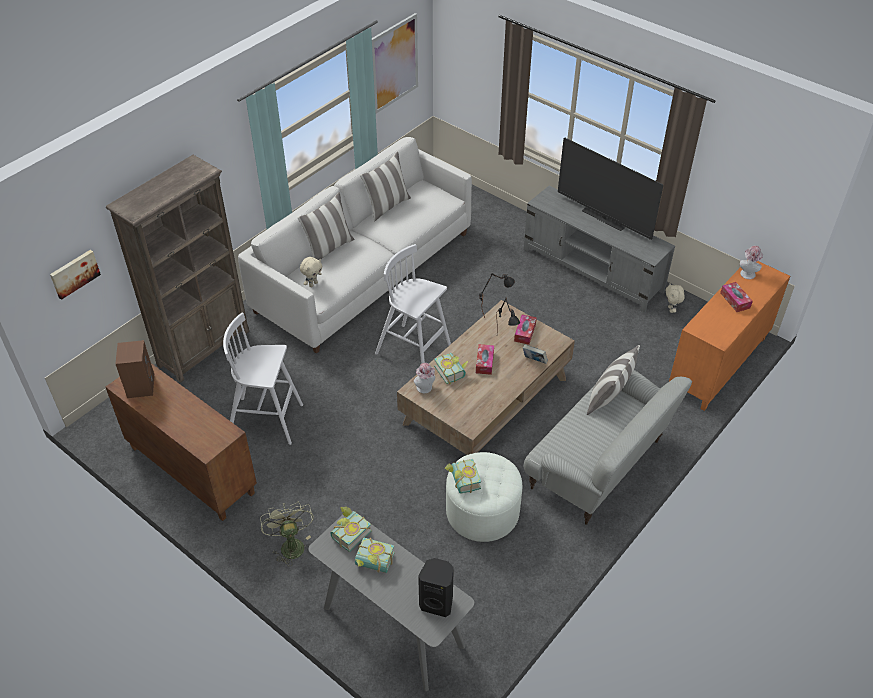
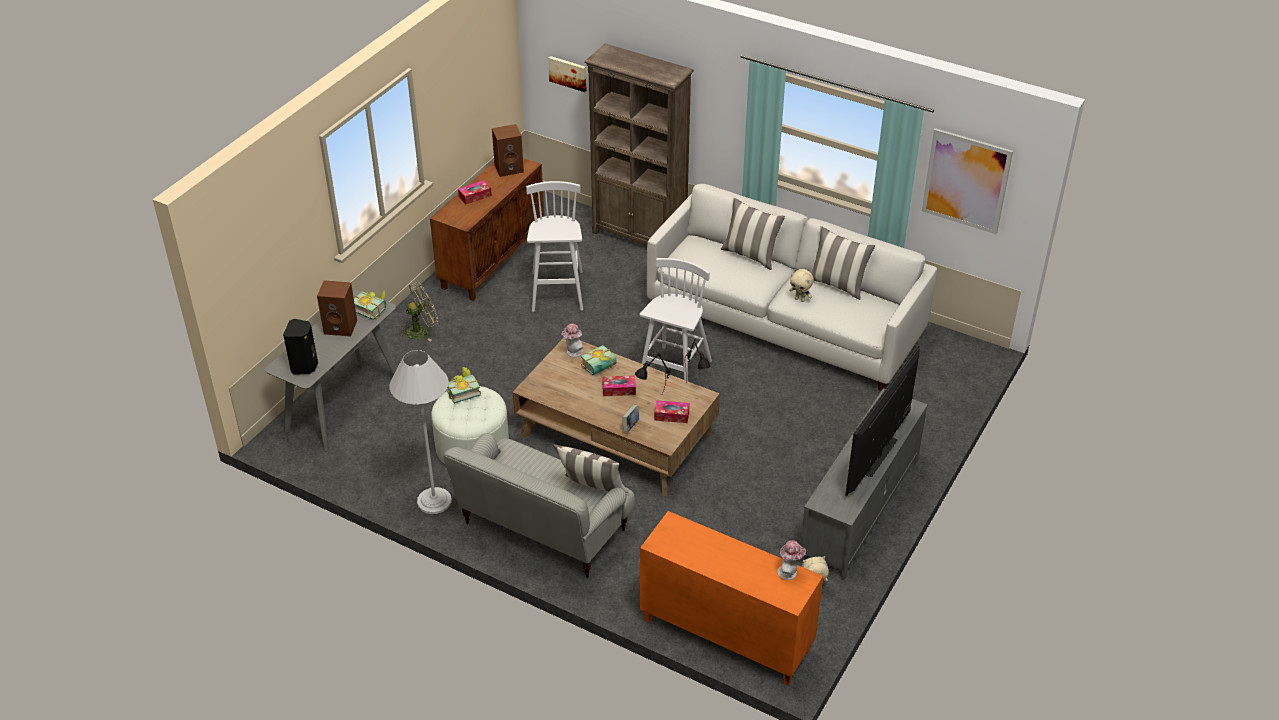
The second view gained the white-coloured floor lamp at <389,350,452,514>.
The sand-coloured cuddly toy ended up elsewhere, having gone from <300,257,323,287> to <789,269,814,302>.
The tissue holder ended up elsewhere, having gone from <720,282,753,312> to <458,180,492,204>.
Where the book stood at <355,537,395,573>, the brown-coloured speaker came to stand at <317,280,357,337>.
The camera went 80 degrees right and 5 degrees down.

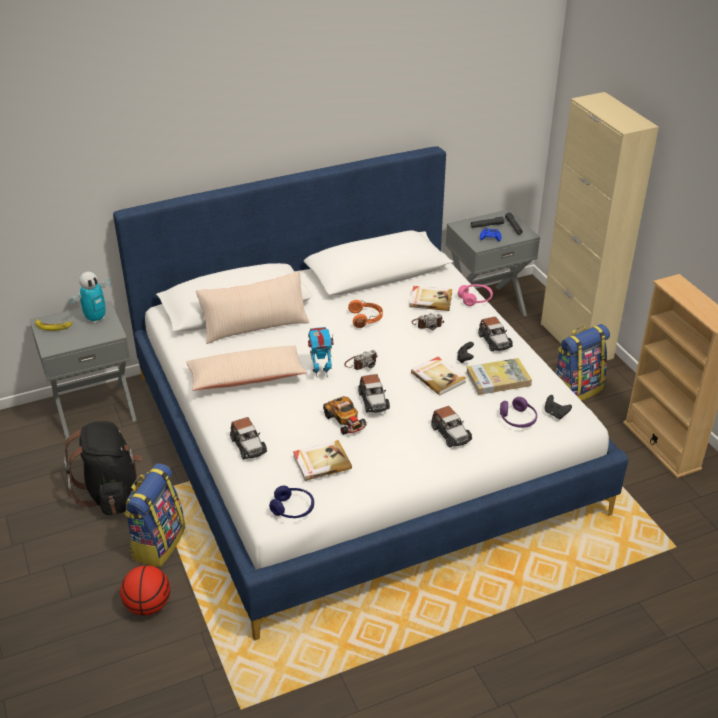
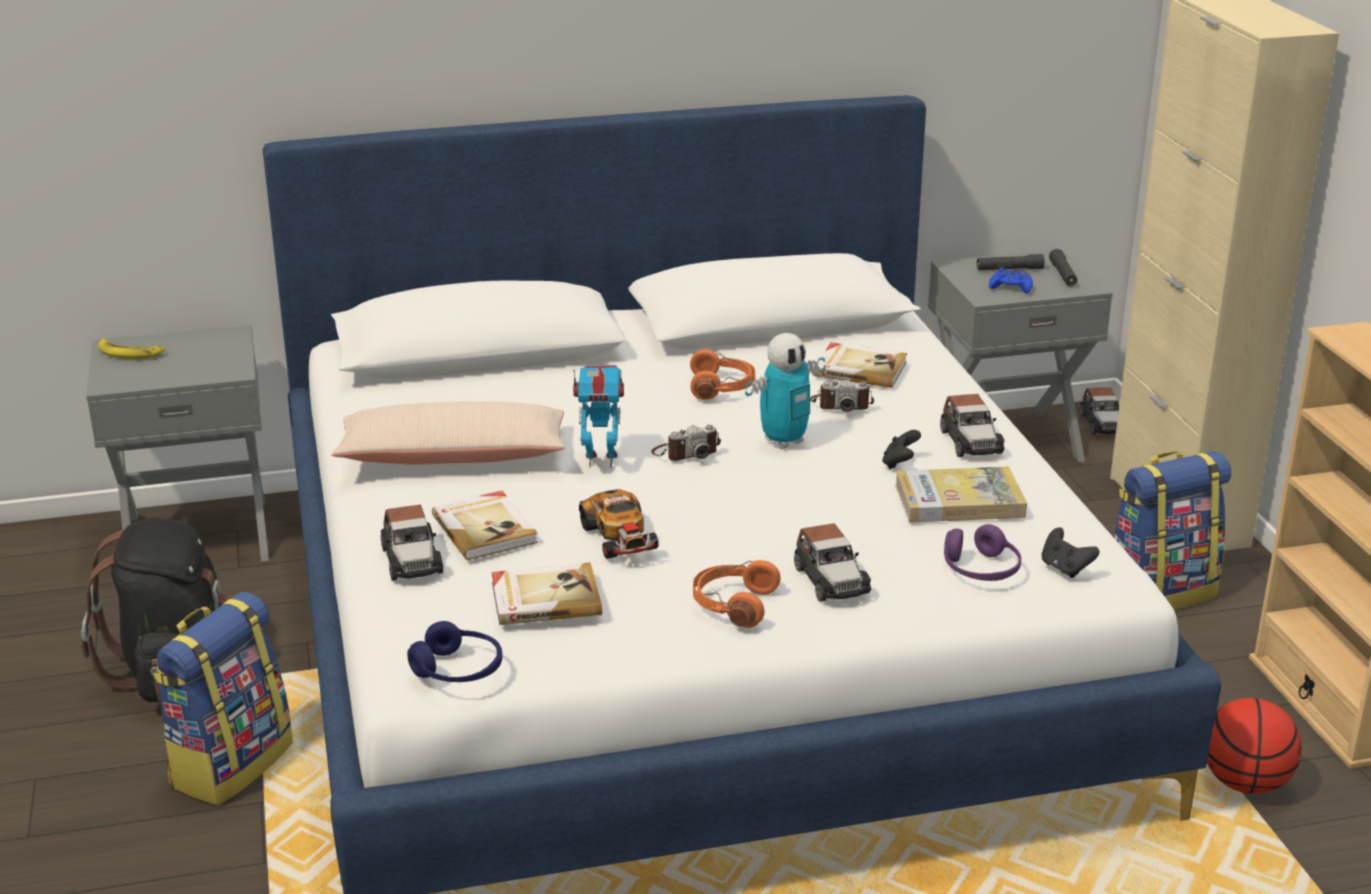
The second view lost the sand-coloured cushion at <196,271,309,344>.
The second view lost the pinkish pair of headphones at <458,284,493,306>.
The second view gained the orange pair of headphones at <693,560,780,628>.
The model robot ended up elsewhere, having gone from <70,272,111,324> to <745,333,826,449>.
The ball for basketball ended up elsewhere, having gone from <120,565,170,616> to <1207,698,1302,794>.
The miniature car ended up elsewhere, having gone from <358,374,390,413> to <1080,387,1119,435>.
The book ended up elsewhere, having gone from <411,357,466,396> to <432,491,538,560>.
The camera went 10 degrees right and 10 degrees down.

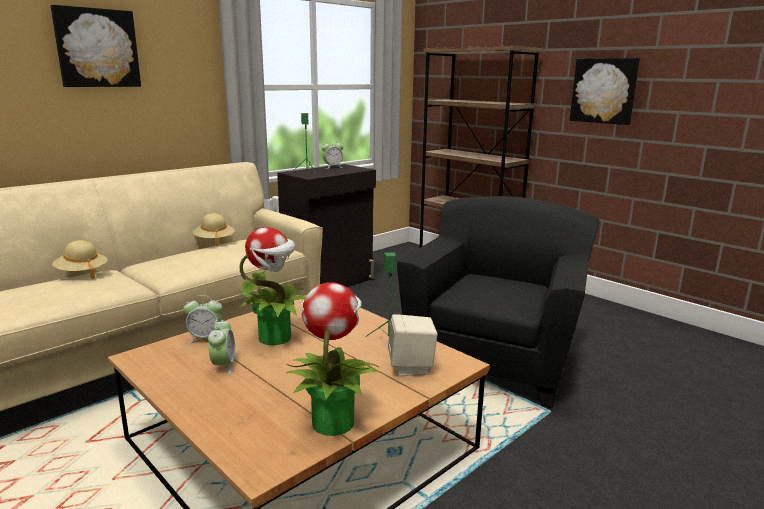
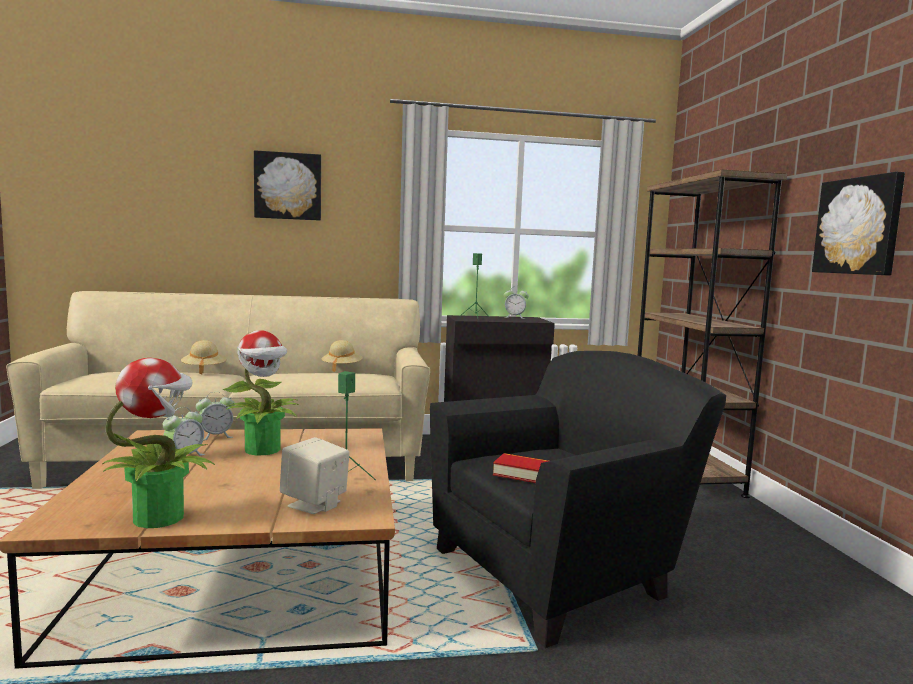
The second view gained the book at <493,453,548,483>.
The alarm clock at <183,295,222,343> ended up facing another way, 60 degrees counterclockwise from before.
The camera went 35 degrees right and 10 degrees down.

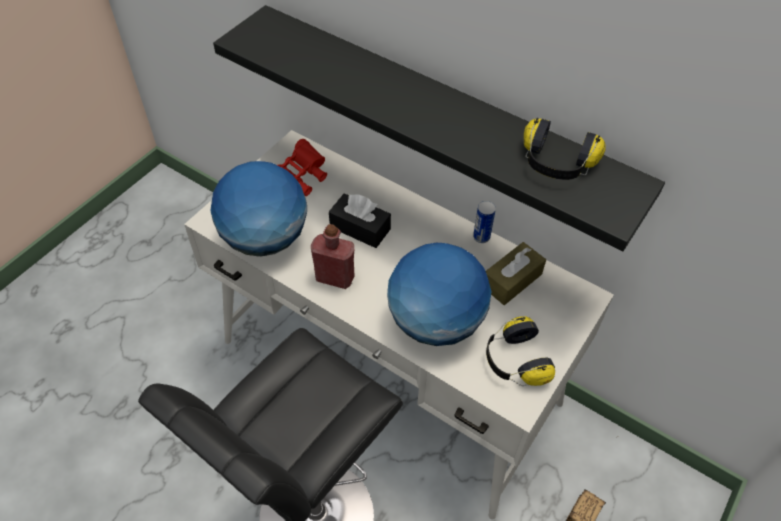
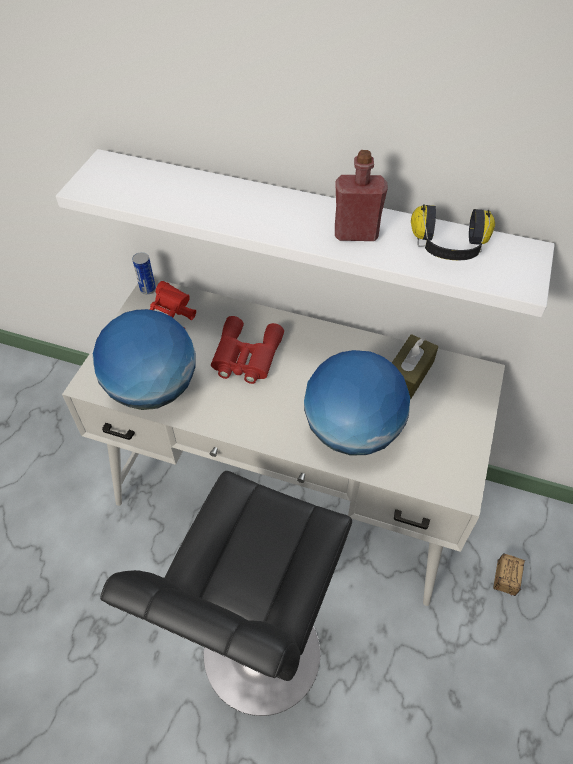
The second view lost the pair of headphones at <486,316,555,386>.
The reddish beverage bottle ended up elsewhere, having gone from <311,224,355,289> to <335,150,388,241>.
The sealed can ended up elsewhere, having gone from <473,201,496,243> to <132,252,156,295>.
Where the blackish tissue holder stood at <329,193,391,248>, the reddish pair of binoculars came to stand at <211,316,284,384>.
What was the blackish shelf at <213,5,665,251> turned into the white-coloured shelf at <56,149,555,317>.
The camera went 15 degrees left and 0 degrees up.

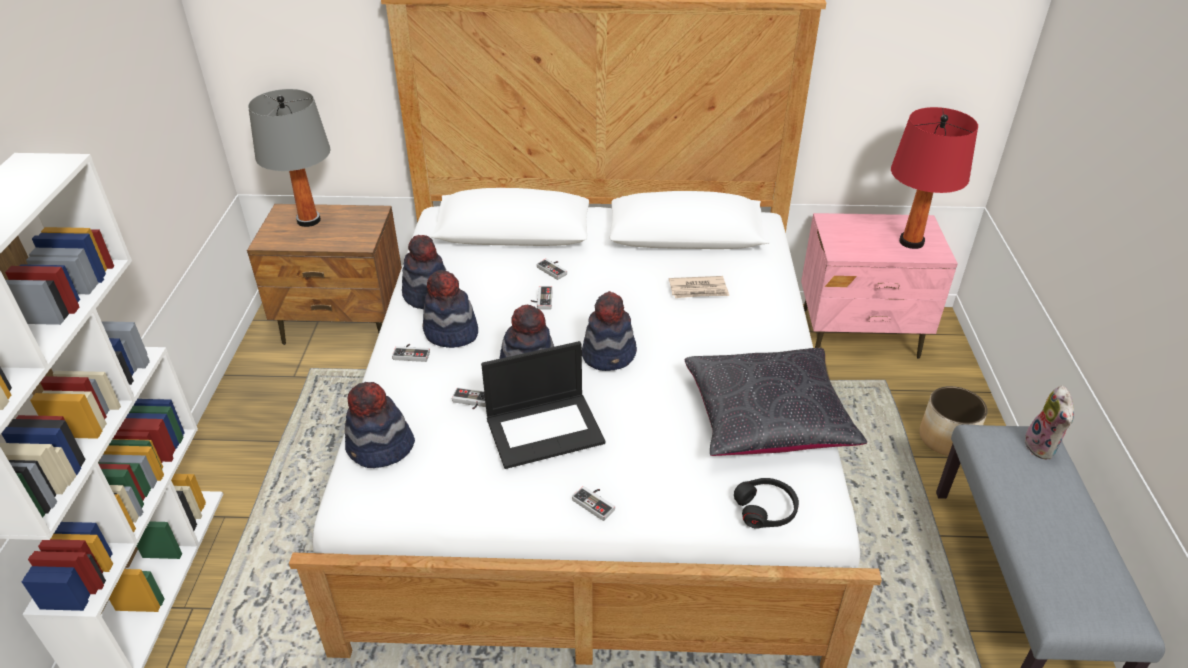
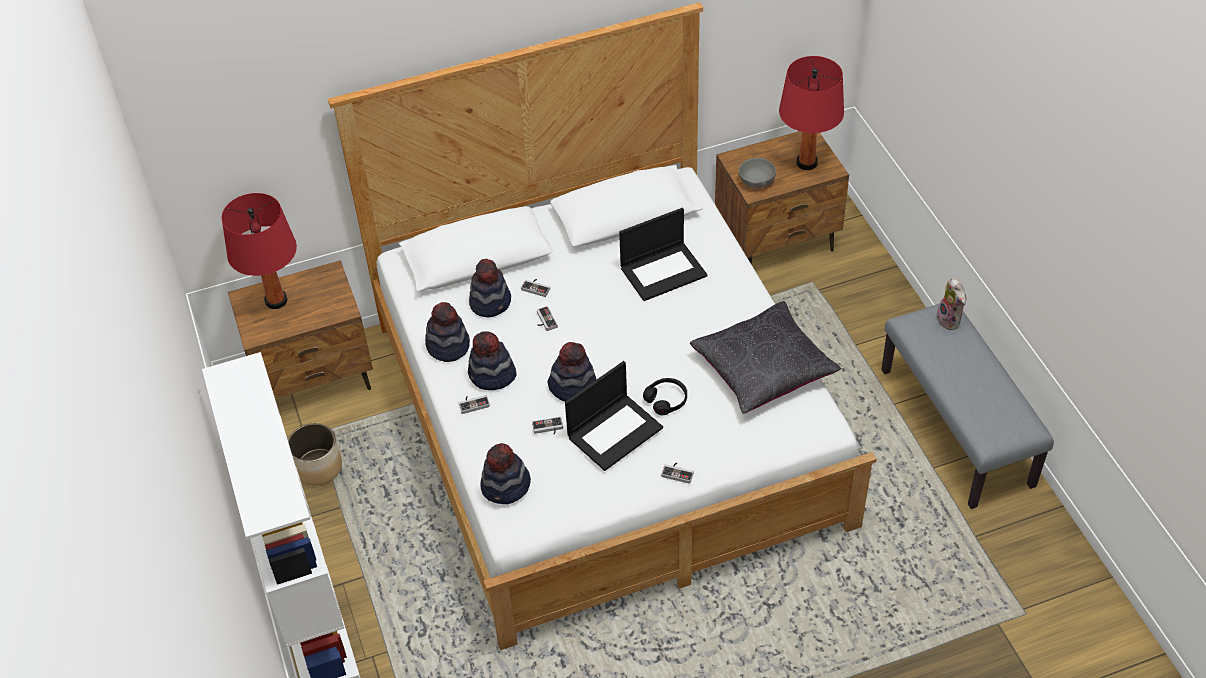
The second view gained the greyish deep dish at <739,158,776,188>.
The hat ended up elsewhere, having gone from <582,291,637,371> to <469,259,511,317>.
The blackish pair of headphones ended up elsewhere, having gone from <734,478,799,529> to <643,378,687,415>.
The plant pot ended up elsewhere, having gone from <919,386,988,456> to <288,423,342,486>.
Where the daily paper stood at <669,276,729,298>, the notebook computer came to stand at <619,208,707,301>.
What was the greyish table lamp at <248,89,331,227> turned into the reddish table lamp at <221,193,297,309>.
What was the pinkish night table at <801,213,958,359> turned into the brown-coloured night table at <715,131,849,264>.
The camera went 20 degrees left and 10 degrees up.

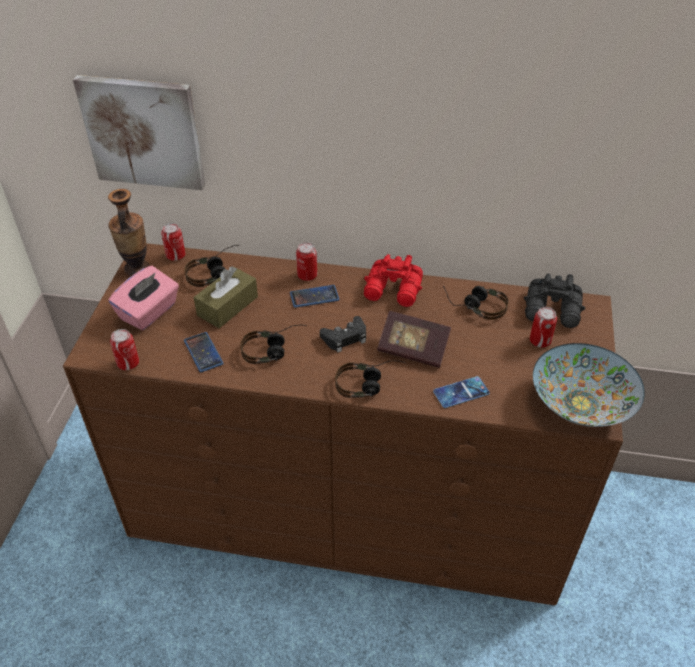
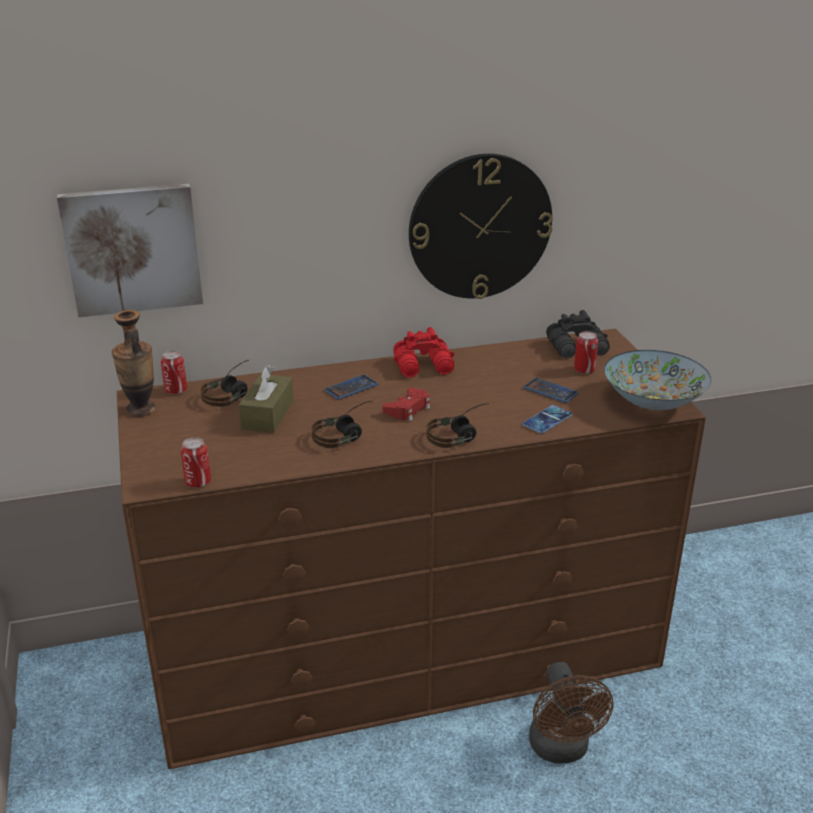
The second view lost the pinkish tissue holder at <108,266,179,330>.
The second view lost the sealed can at <296,242,317,281>.
The second view lost the book at <377,311,451,368>.
The second view lost the pair of headphones at <443,286,509,320>.
The second view gained the wall clock at <409,154,553,299>.
The second view gained the brown-coloured cooling fan at <529,662,613,763>.
The handset ended up elsewhere, having gone from <184,332,224,372> to <523,377,579,403>.
What was the blackish game controller at <320,316,366,352> turned into the reddish game controller at <382,387,430,421>.
The camera went 25 degrees left and 15 degrees down.

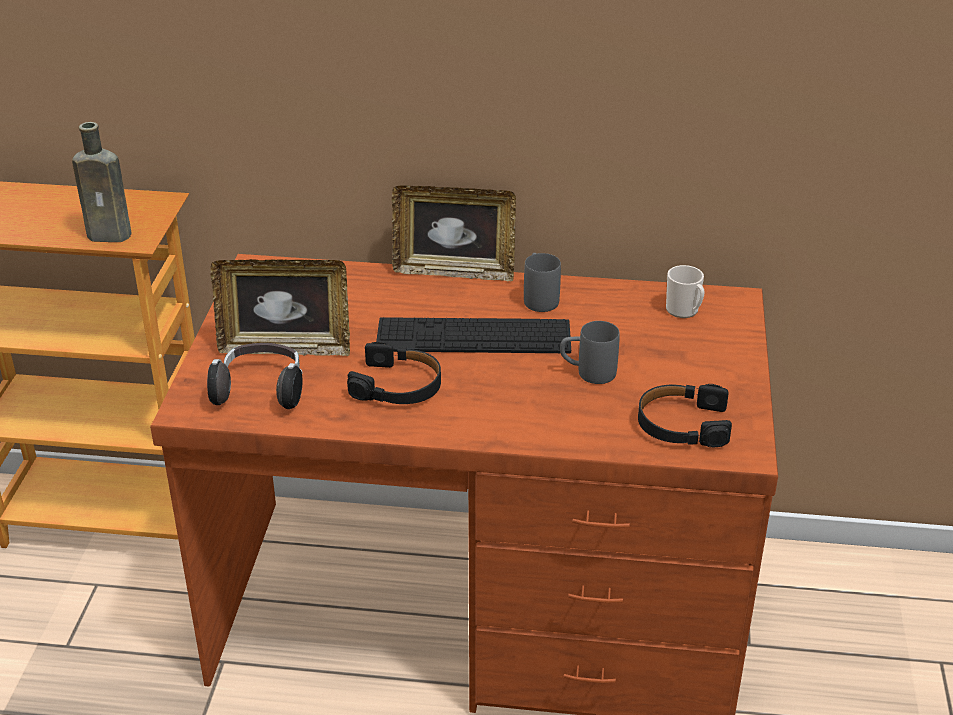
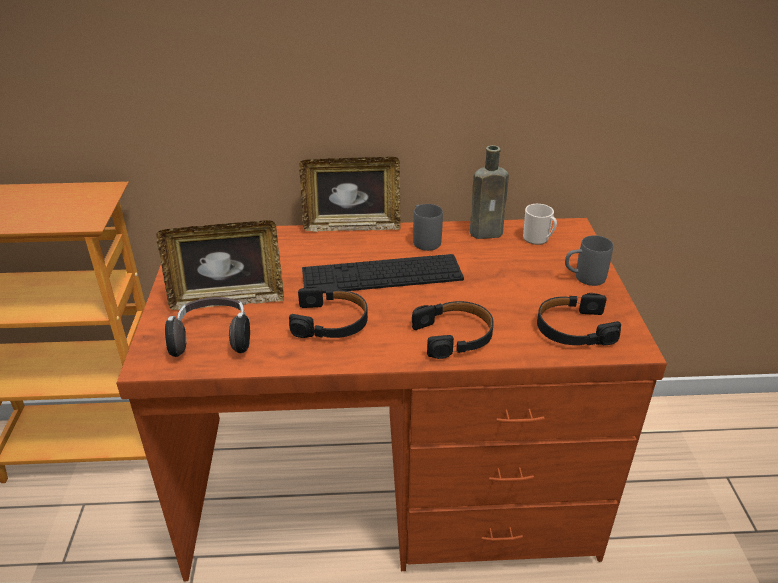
The second view gained the blackish pair of headphones at <412,301,494,359>.
The brown-coloured beverage bottle ended up elsewhere, having gone from <72,122,131,242> to <470,145,509,239>.
The greyish coffee mug ended up elsewhere, having gone from <560,321,620,384> to <565,235,613,286>.
The camera went 10 degrees left and 0 degrees up.

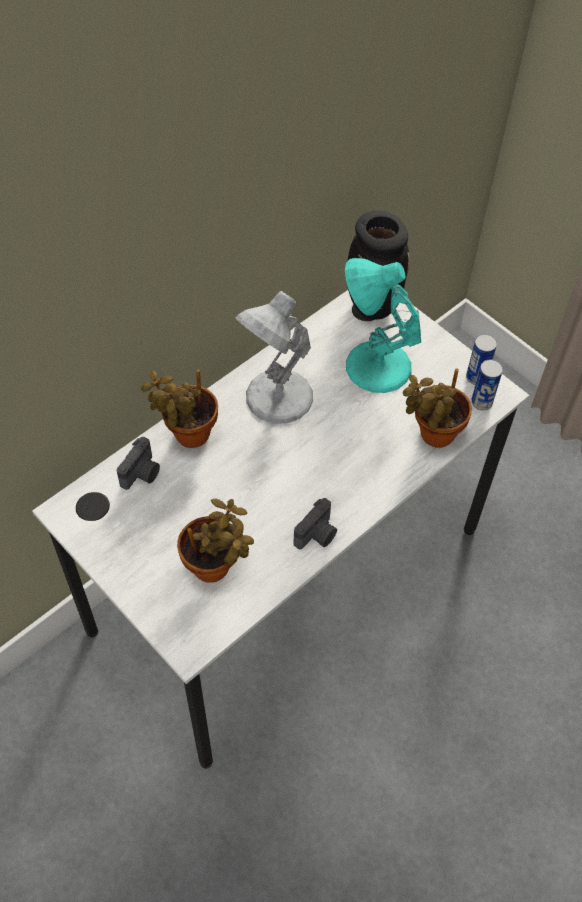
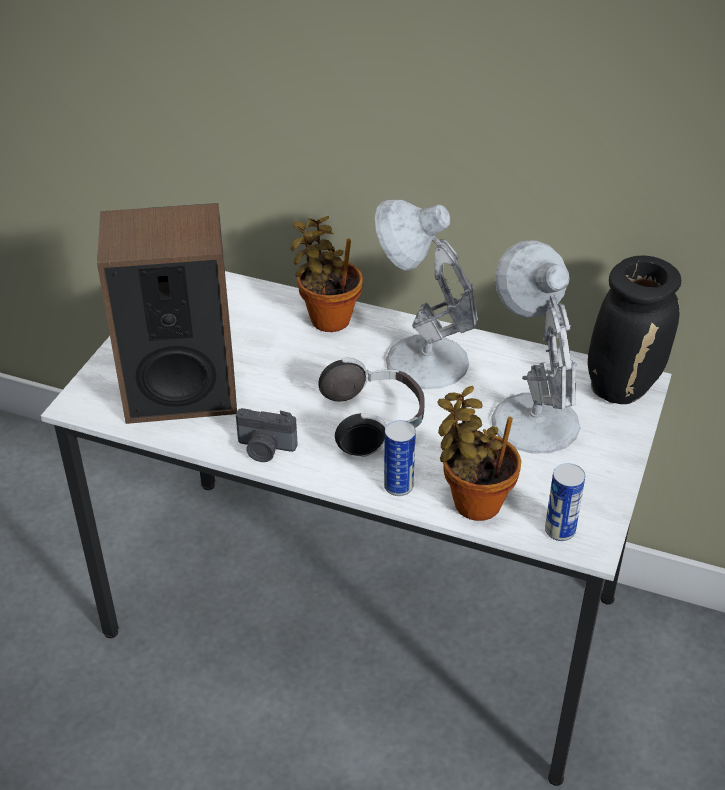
The second view lost the photo camera at <116,437,160,490>.
The second view gained the pair of headphones at <318,358,425,457>.
The sealed can ended up elsewhere, having gone from <466,334,497,385> to <384,420,416,496>.
Where the plant in a pot stood at <177,498,254,583>, the speaker came to stand at <97,203,237,424>.
What was the turquoise-coloured table lamp at <345,258,421,393> turned into the white-coloured table lamp at <491,240,580,454>.
The camera went 65 degrees right and 15 degrees down.

